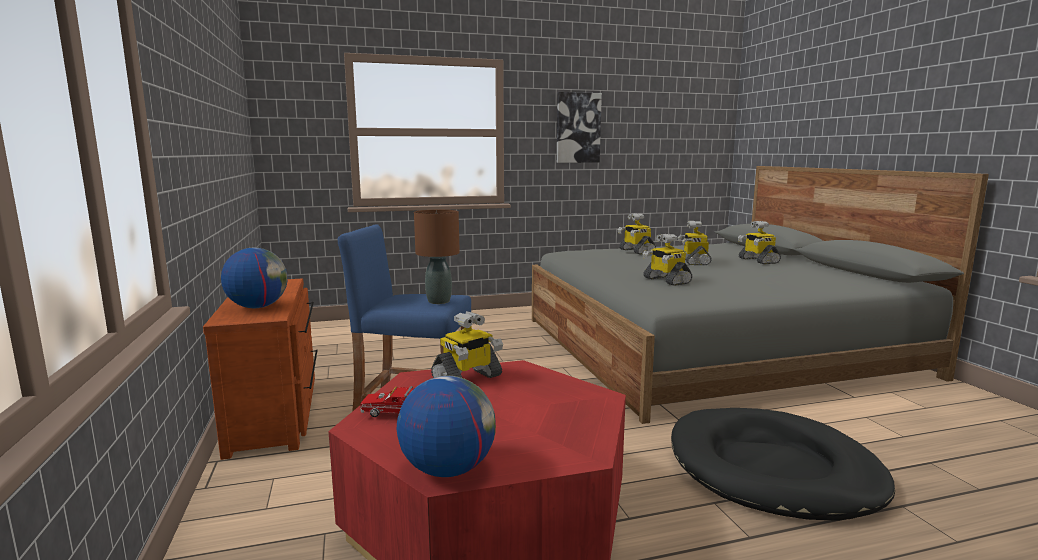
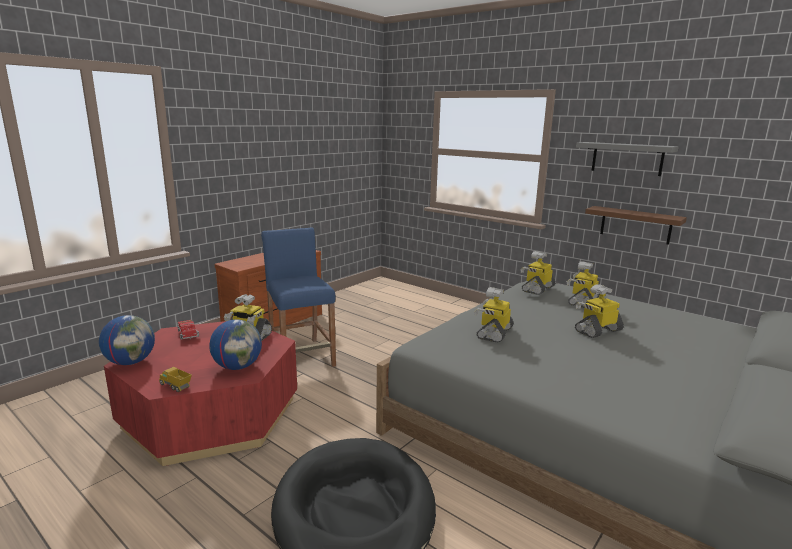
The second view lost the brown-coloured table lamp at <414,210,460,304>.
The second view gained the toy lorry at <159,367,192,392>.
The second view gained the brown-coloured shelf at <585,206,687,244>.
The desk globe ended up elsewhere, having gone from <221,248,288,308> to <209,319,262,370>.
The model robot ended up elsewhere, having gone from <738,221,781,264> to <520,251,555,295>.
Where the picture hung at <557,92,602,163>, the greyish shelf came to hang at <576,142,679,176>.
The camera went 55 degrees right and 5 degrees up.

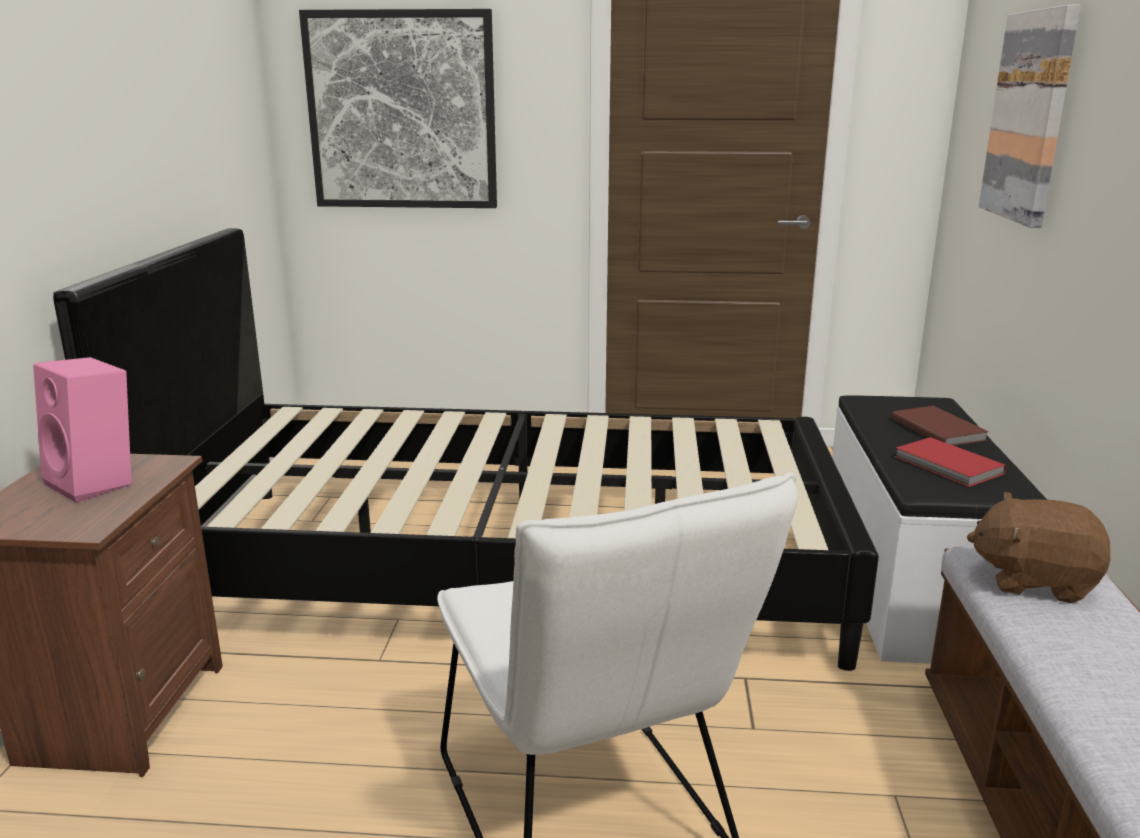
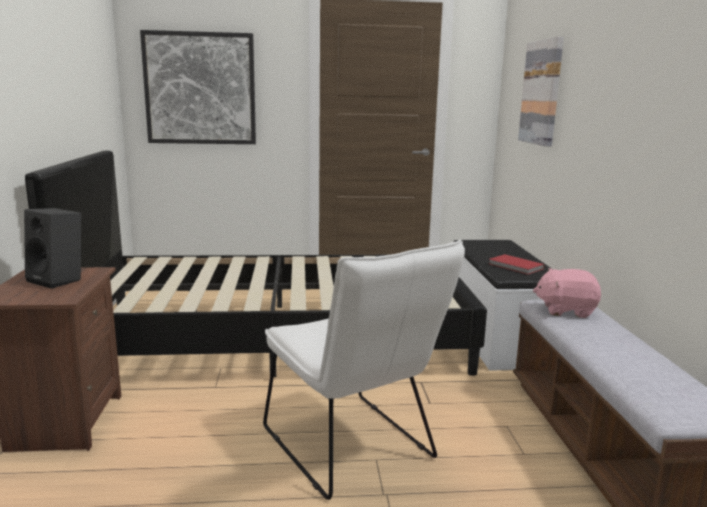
The second view lost the brown-coloured book at <891,406,989,446>.
What was the pinkish speaker at <33,357,132,503> turned into the blackish speaker at <24,208,81,289>.
What was the brown-coloured cuddly toy at <967,492,1110,603> turned into the pinkish cuddly toy at <533,268,601,318>.
The camera went 10 degrees left and 5 degrees down.

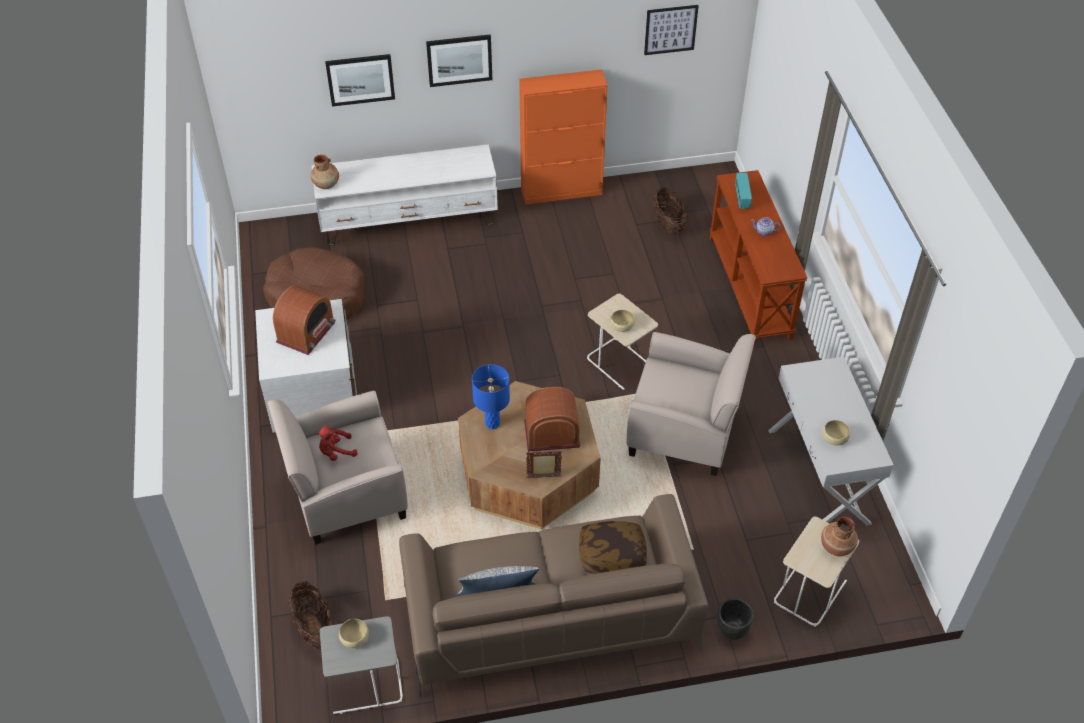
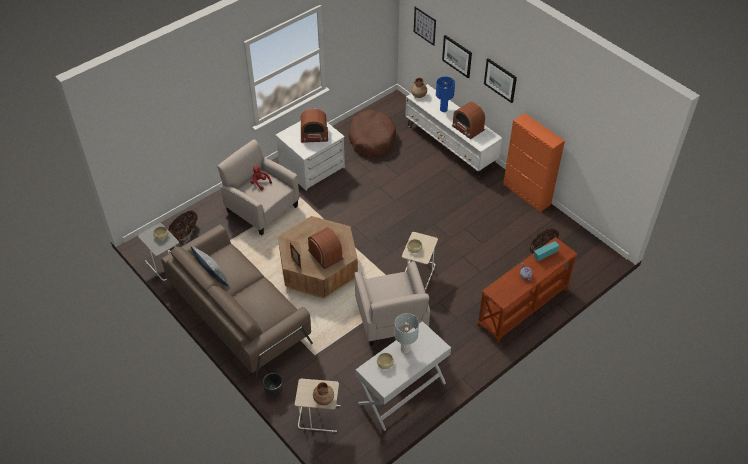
The second view lost the cushion at <579,521,647,574>.
The second view gained the greyish table lamp at <394,313,419,353>.
The second view gained the radio at <452,102,485,139>.
The blue table lamp ended up elsewhere, having gone from <472,364,510,429> to <436,77,455,112>.
The picture ended up elsewhere, having gone from <644,5,699,55> to <414,7,436,46>.
The camera went 60 degrees right and 0 degrees up.

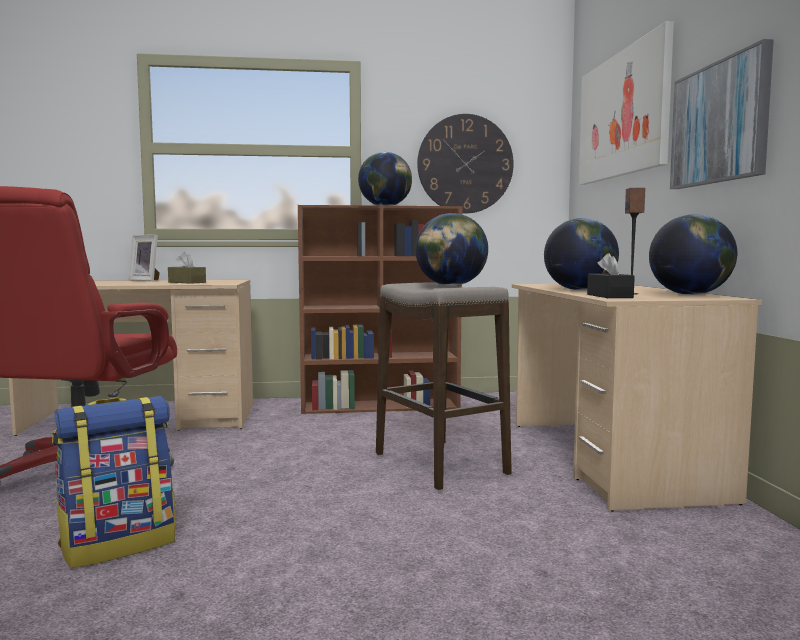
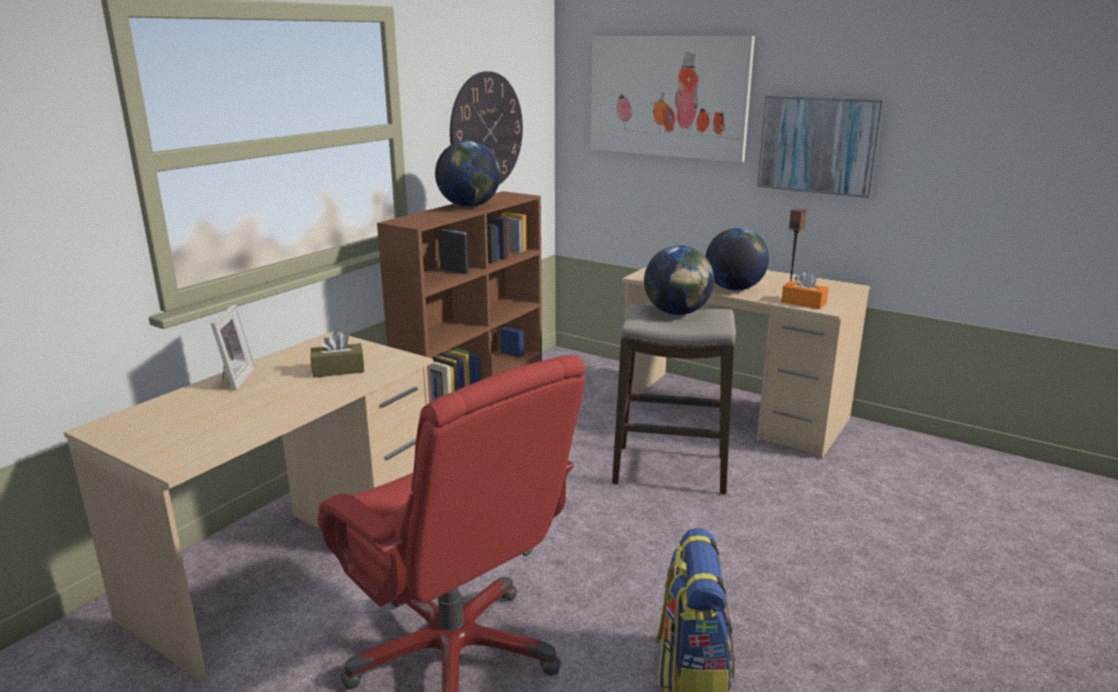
The second view lost the desk globe at <649,214,737,295>.
What was the blackish tissue holder at <587,253,635,298> turned into the orange tissue holder at <781,271,829,309>.
The photo frame at <128,235,160,281> ended up facing another way, 75 degrees counterclockwise from before.
The camera went 50 degrees left and 15 degrees up.

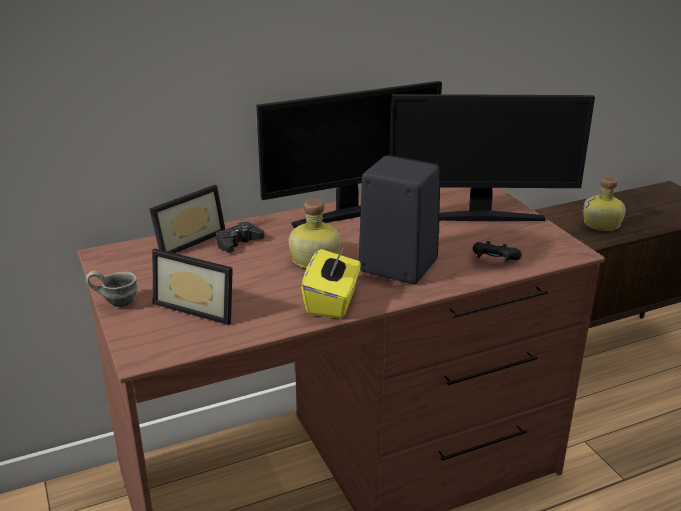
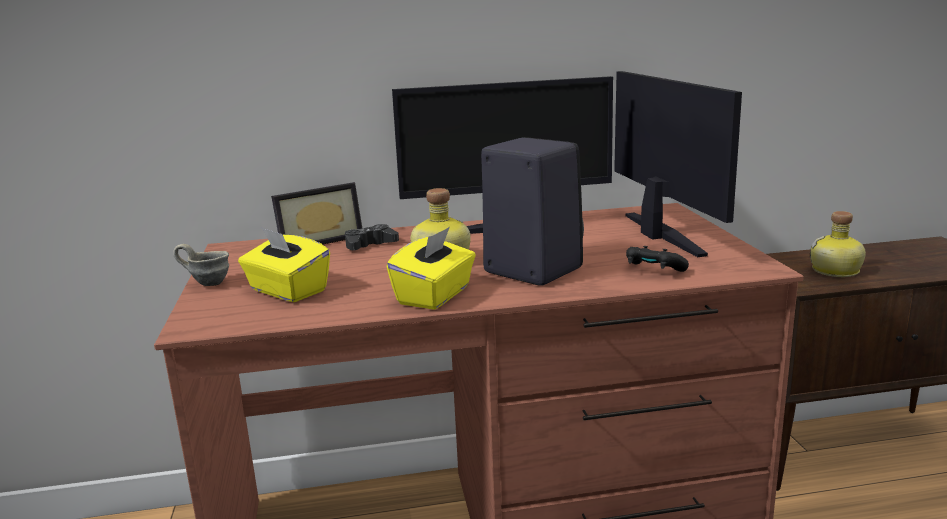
Where the photo frame stood at <152,249,233,325>, the yellow tissue holder came to stand at <238,227,330,302>.
The computer screen at <390,94,595,221> ended up facing another way, 120 degrees counterclockwise from before.
The camera went 15 degrees right and 10 degrees down.

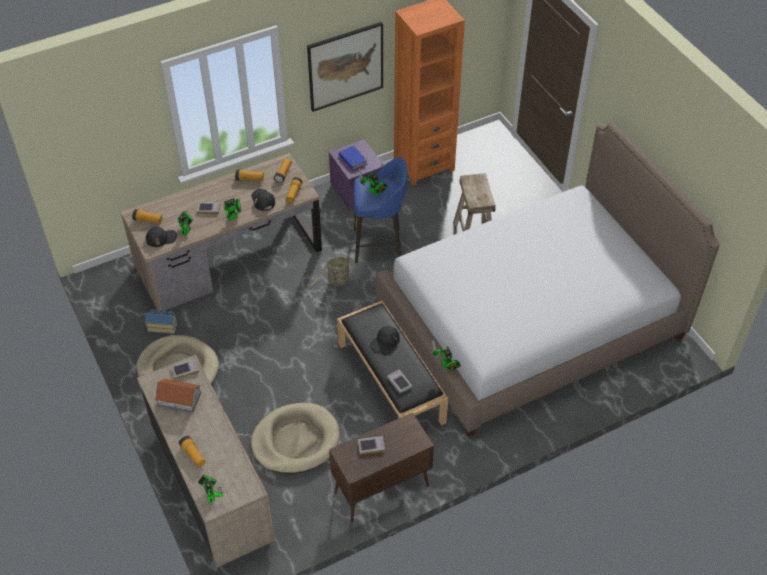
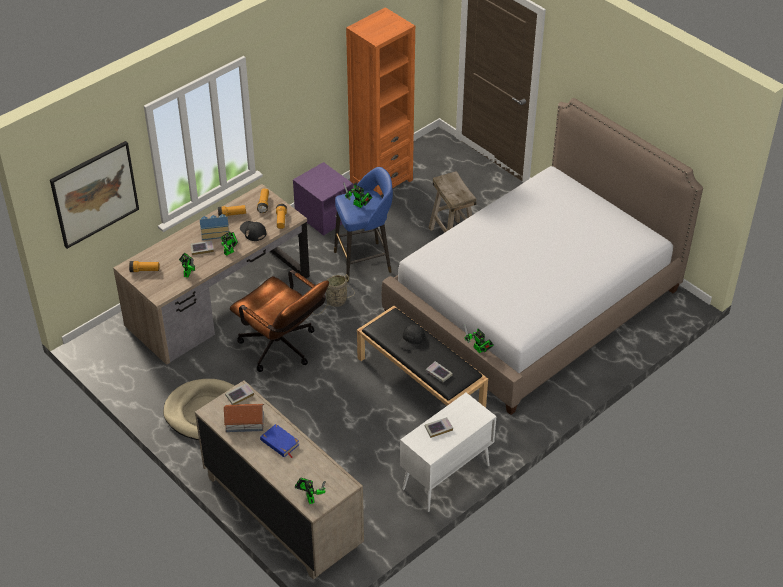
The second view lost the blackish peaked cap at <146,227,177,247>.
The second view lost the hand torch at <179,436,205,467>.
The second view lost the sand-coloured dog bed at <251,403,340,474>.
The second view gained the brown-coloured desk chair at <230,270,329,372>.
The miniature house ended up elsewhere, having gone from <145,309,177,334> to <200,214,229,240>.
The picture ended up elsewhere, having gone from <307,22,383,112> to <50,141,139,249>.
The blue book ended up elsewhere, having gone from <339,146,368,172> to <260,424,300,458>.
What was the brown-coloured cabinet at <329,412,434,523> turned into the white-coloured cabinet at <400,393,497,512>.
The camera went 15 degrees left and 5 degrees down.

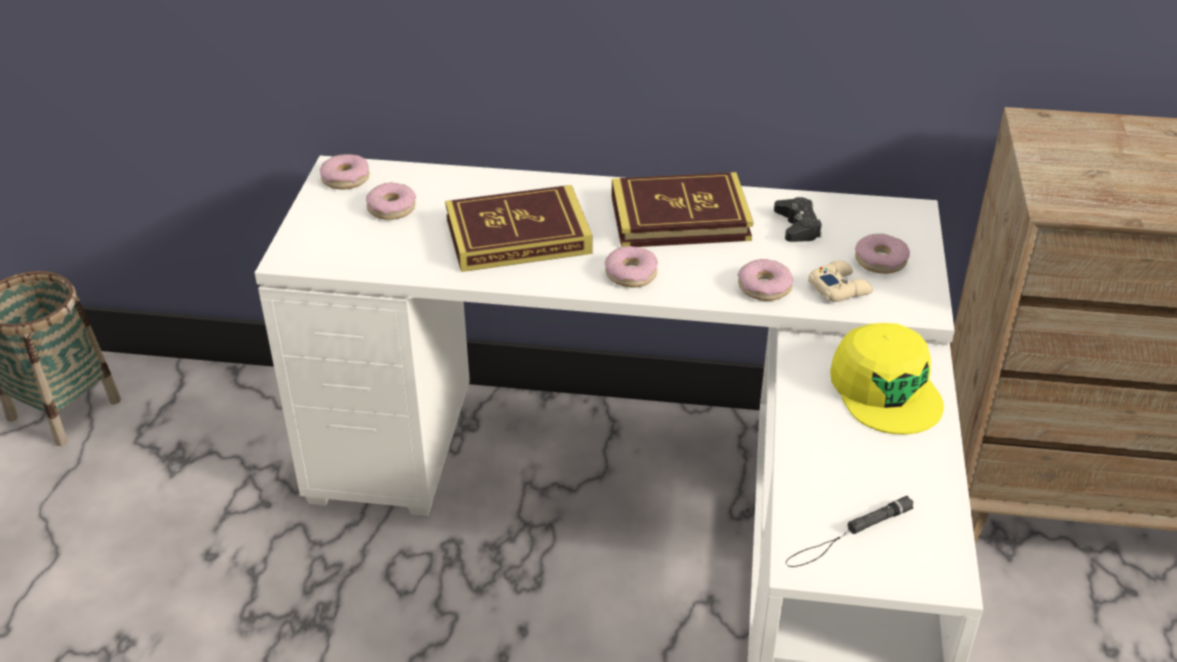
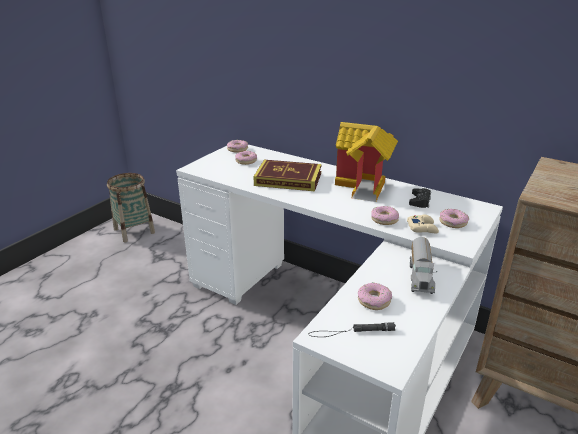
The ring doughnut ended up elsewhere, having gone from <605,246,658,287> to <358,283,392,310>.
Where the book stood at <612,172,753,247>, the miniature house came to stand at <335,122,398,202>.
Where the yellow peaked cap stood at <830,323,944,435>, the toy lorry came to stand at <410,237,437,294>.
The camera went 25 degrees right and 10 degrees down.

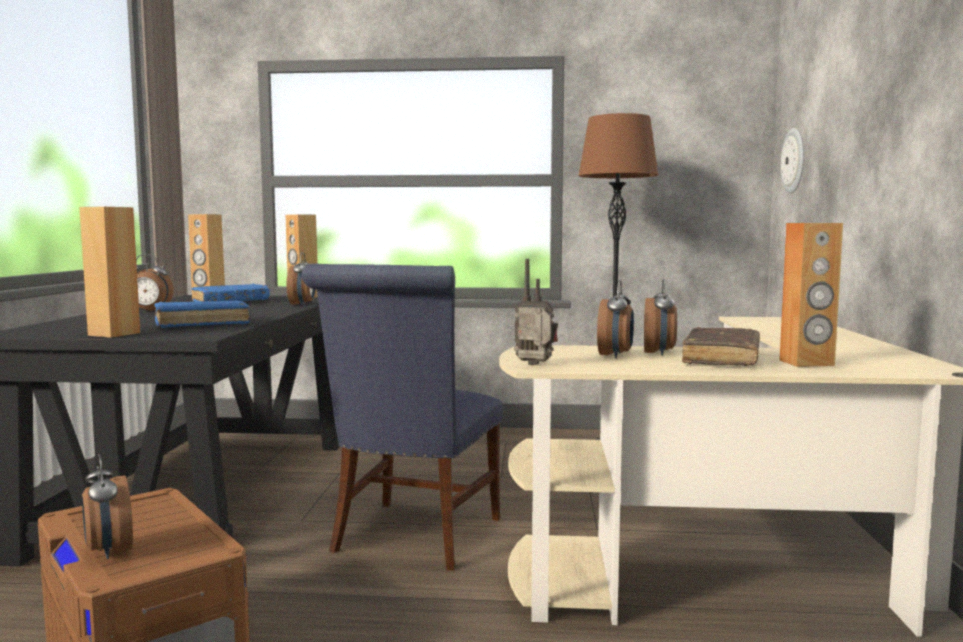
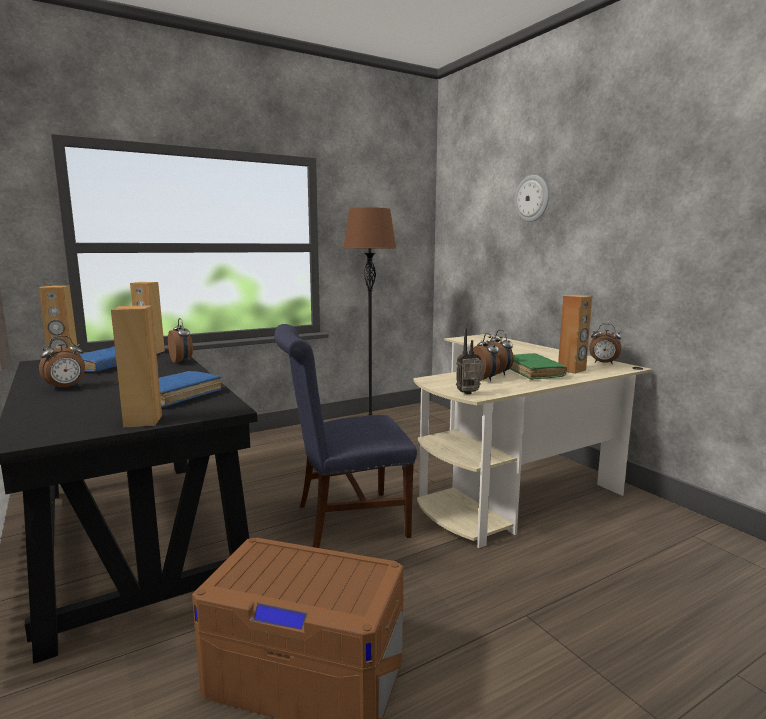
The alarm clock ended up elsewhere, having gone from <82,454,133,559> to <589,323,621,364>.
The wall clock ended up elsewhere, having gone from <781,128,804,193> to <515,175,549,222>.
What was the brown-coloured book at <682,327,760,366> turned into the green book at <510,353,567,380>.
The blue upright chair at <302,263,503,571> ended up facing another way, 90 degrees clockwise from before.
The camera went 35 degrees left and 5 degrees up.

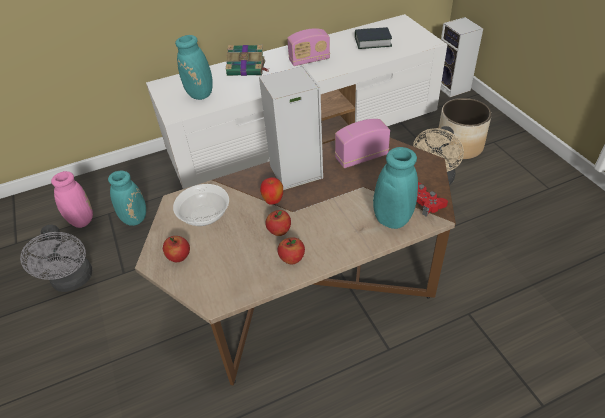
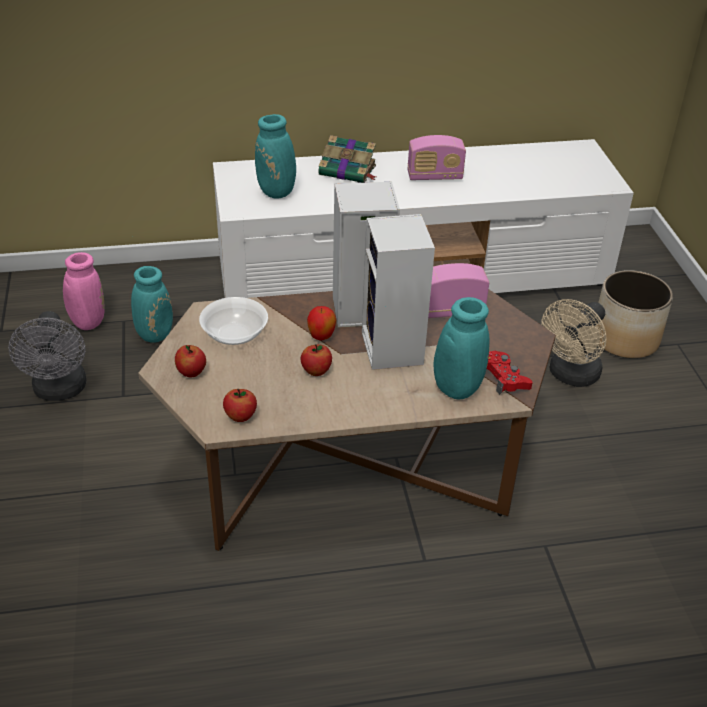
The second view lost the book at <355,27,392,49>.
The apple fruit ended up elsewhere, having gone from <277,237,305,265> to <223,389,257,422>.
The speaker ended up elsewhere, having gone from <440,17,483,97> to <362,214,435,370>.
The camera went 10 degrees right and 5 degrees down.

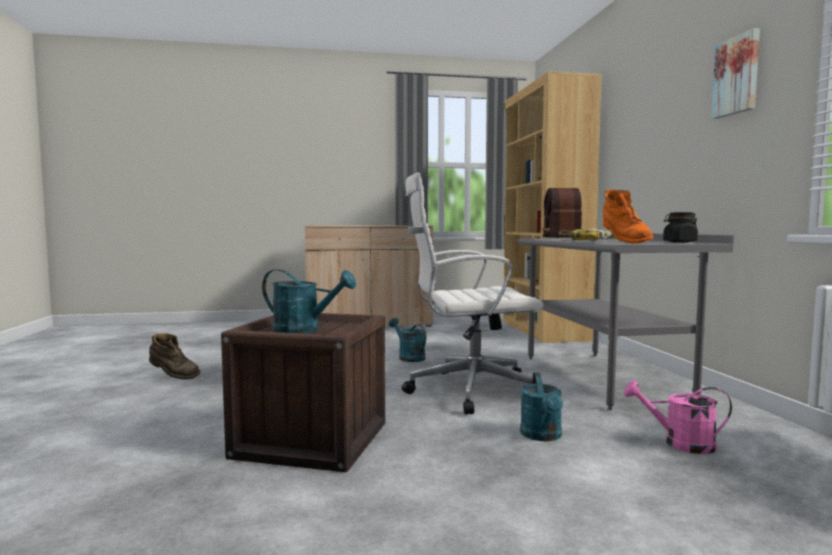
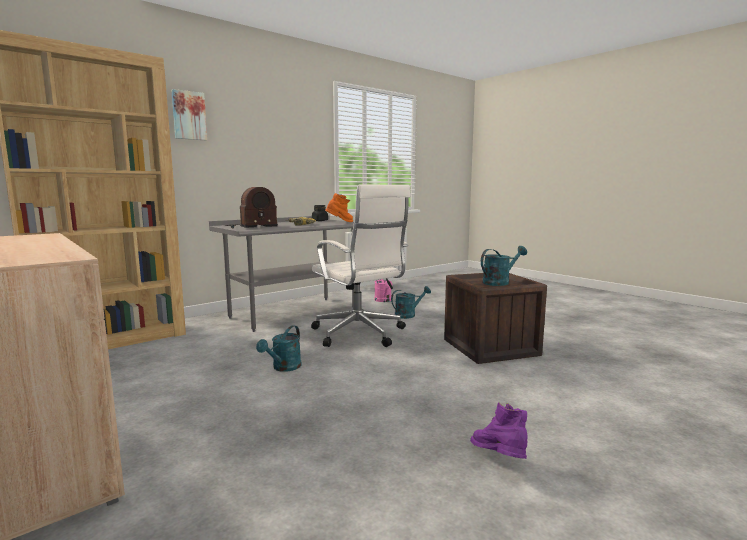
The picture ended up elsewhere, having gone from <712,28,760,119> to <171,89,207,140>.
What was the brown-coloured high-top boot at <149,333,201,379> turned into the purple-coloured high-top boot at <470,402,527,459>.
The turquoise-coloured watering can at <262,269,356,334> ended up facing another way, 75 degrees clockwise from before.
The camera went 120 degrees left and 5 degrees up.

